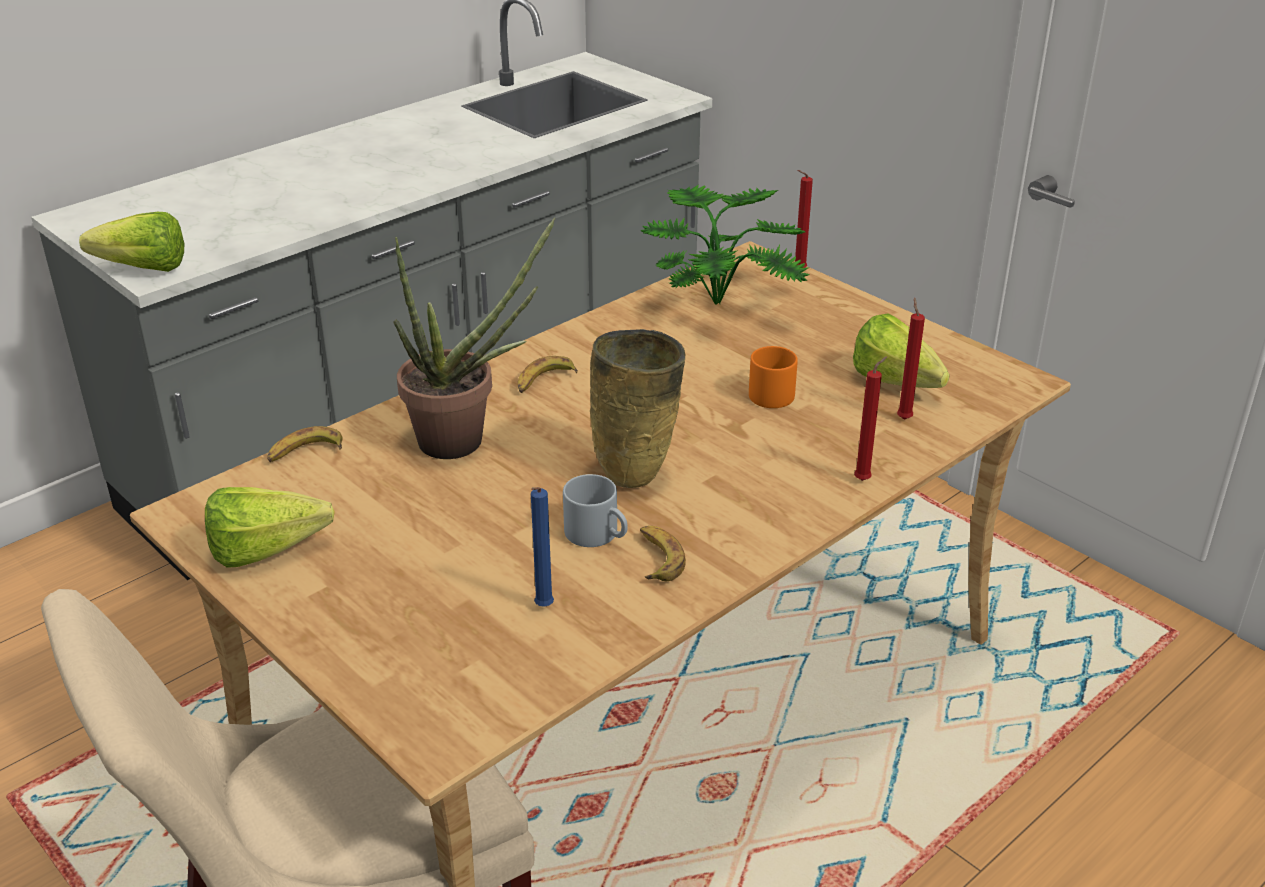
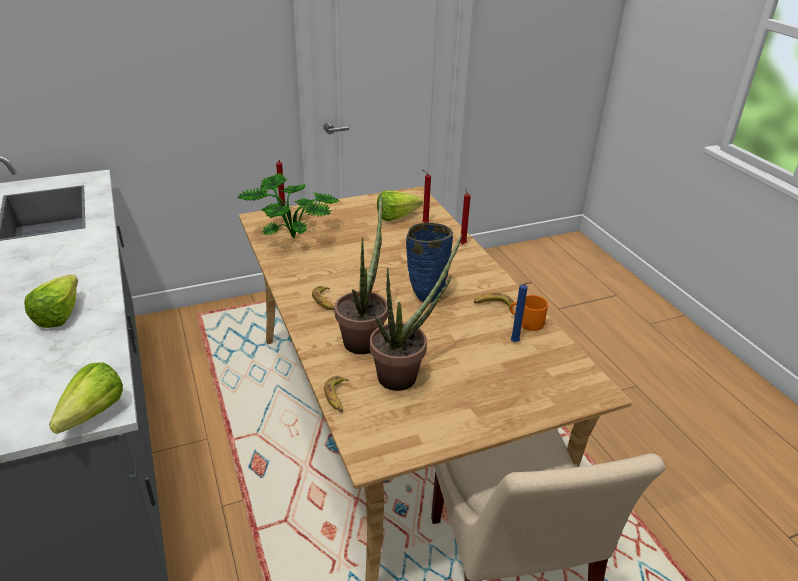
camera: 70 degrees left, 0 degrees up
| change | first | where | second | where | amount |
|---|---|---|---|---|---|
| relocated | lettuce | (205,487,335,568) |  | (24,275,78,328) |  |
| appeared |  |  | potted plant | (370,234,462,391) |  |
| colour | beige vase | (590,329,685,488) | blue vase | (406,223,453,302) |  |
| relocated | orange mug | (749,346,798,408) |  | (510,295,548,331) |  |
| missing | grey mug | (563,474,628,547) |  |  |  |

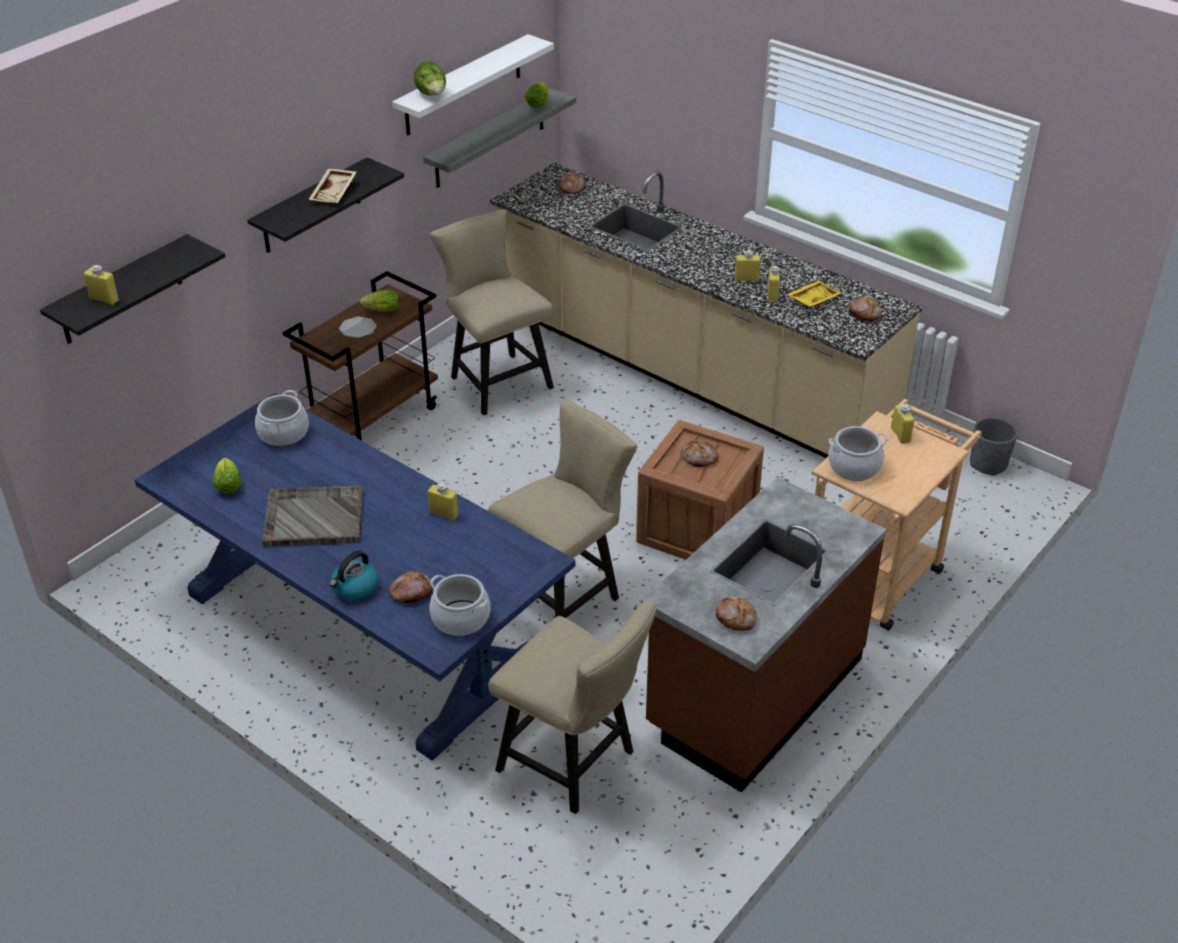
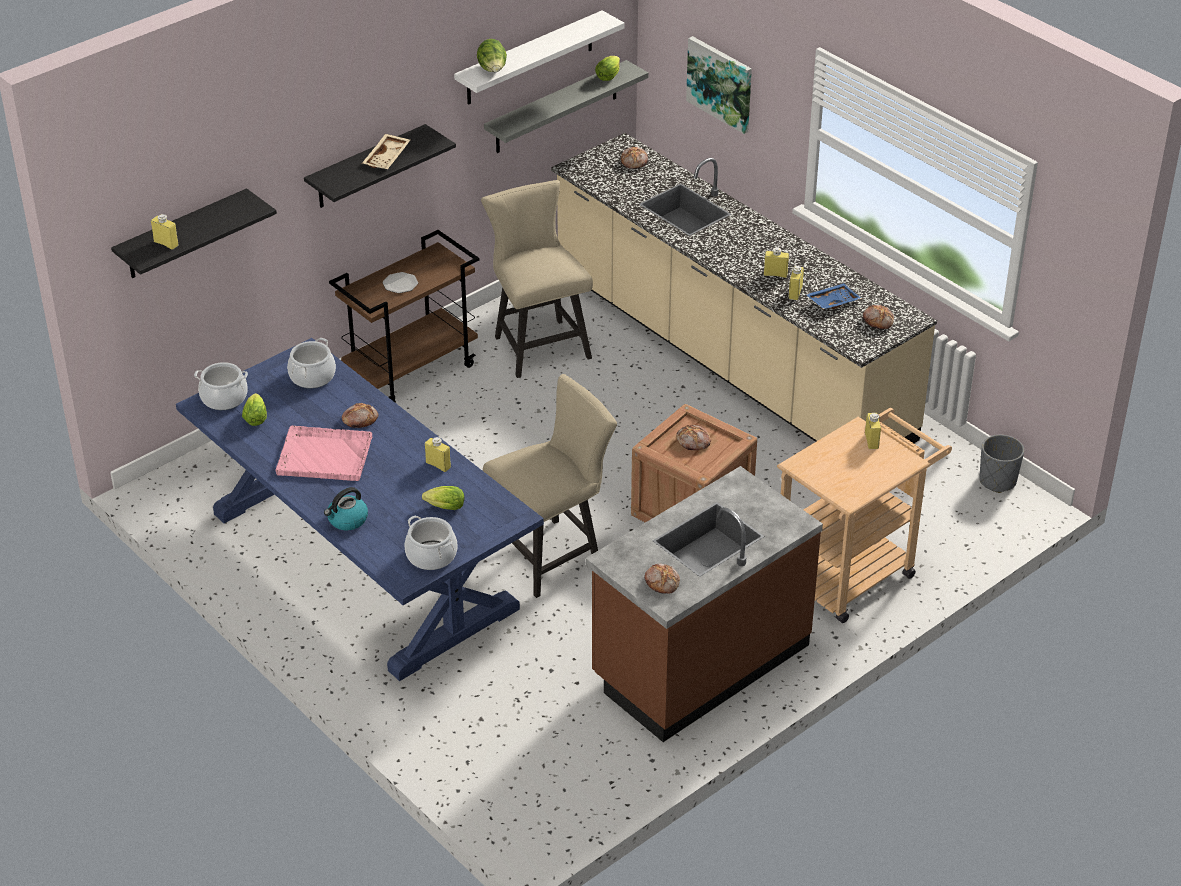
camera: 10 degrees right, 0 degrees up
| change | first | where | second | where | amount |
|---|---|---|---|---|---|
| relocated | cooking pot | (828,426,889,481) |  | (194,362,248,410) |  |
| colour | grey tray | (262,486,364,547) | pink tray | (275,426,372,481) |  |
| relocated | bread | (389,571,432,603) |  | (342,403,378,428) |  |
| relocated | lettuce | (360,290,399,312) |  | (422,486,464,510) |  |
| appeared |  |  | picture | (686,36,752,134) |  |
| colour | yellow tray | (787,281,841,307) | blue tray | (806,283,862,309) |  |
| missing | beige chair | (488,601,657,814) |  |  |  |

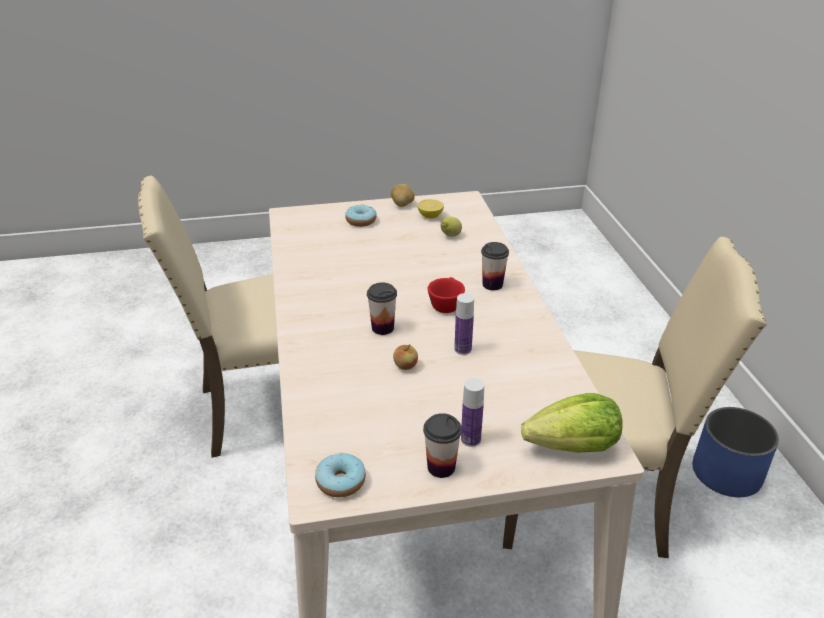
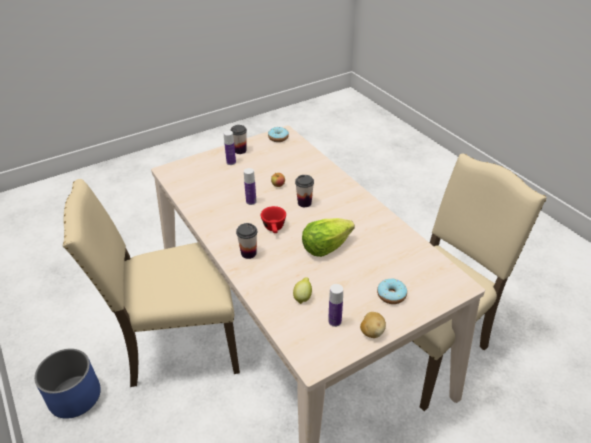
camera: 160 degrees right, 5 degrees up
| change | first | where | second | where | amount |
|---|---|---|---|---|---|
| relocated | lettuce | (521,393,623,453) |  | (302,218,355,257) |  |
| exchanged | lemon | (417,199,444,219) | bottle | (328,284,343,327) |  |

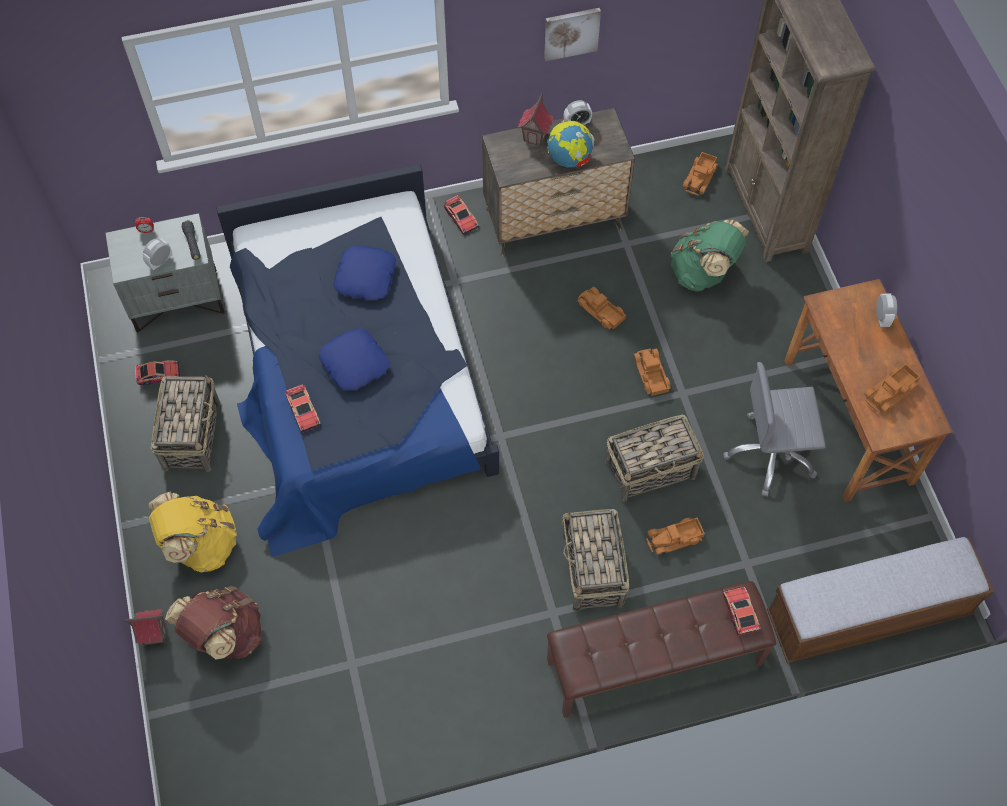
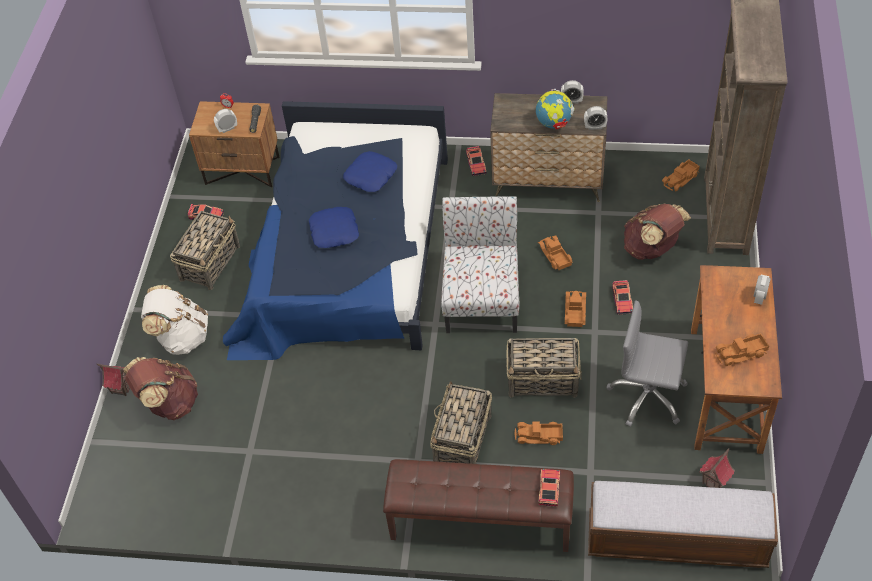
camera: 25 degrees right, 10 degrees down
| change | first | where | second | where | amount |
|---|---|---|---|---|---|
| colour | yellow backpack | (149,491,237,573) | white backpack | (141,285,208,355) |  |
| colour | grey nightstand | (105,213,225,333) | brown nightstand | (189,101,280,187) |  |
| appeared |  |  | chair | (441,196,519,333) |  |
| appeared |  |  | alarm clock | (584,106,608,130) |  |
| relocated | toy car | (285,384,321,433) |  | (612,280,633,315) |  |
| colour | green backpack | (670,220,749,292) | brown backpack | (624,204,691,260) |  |
| relocated | toy house | (518,93,553,146) |  | (699,448,735,488) |  |
| missing | picture | (544,8,601,61) |  |  |  |

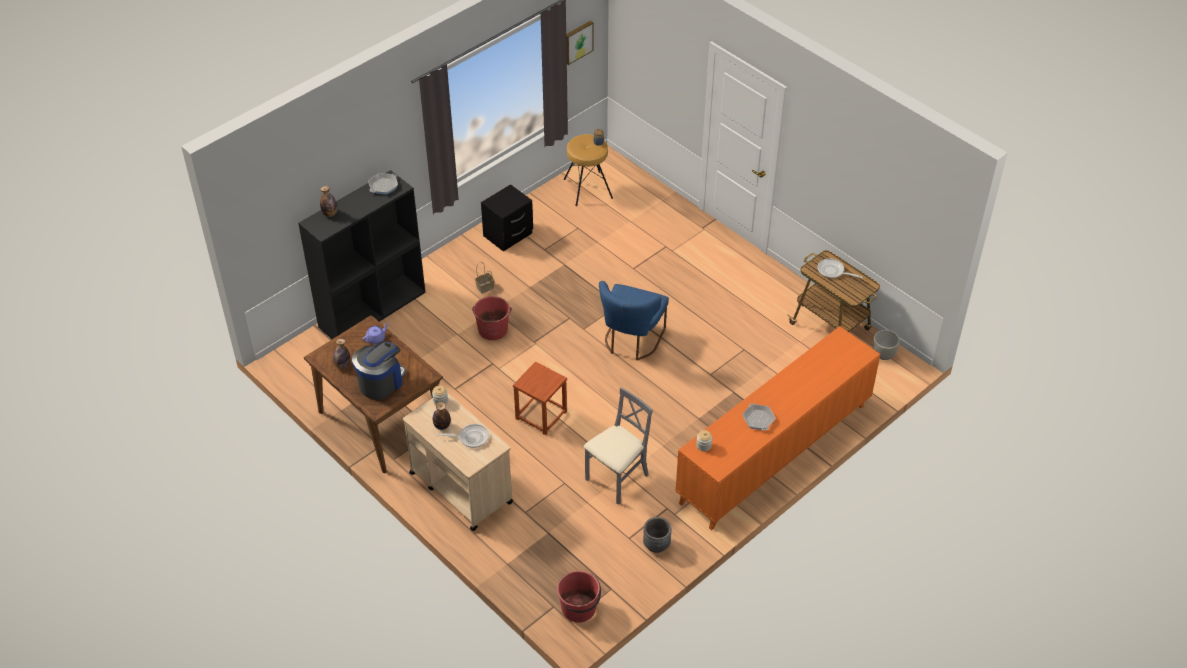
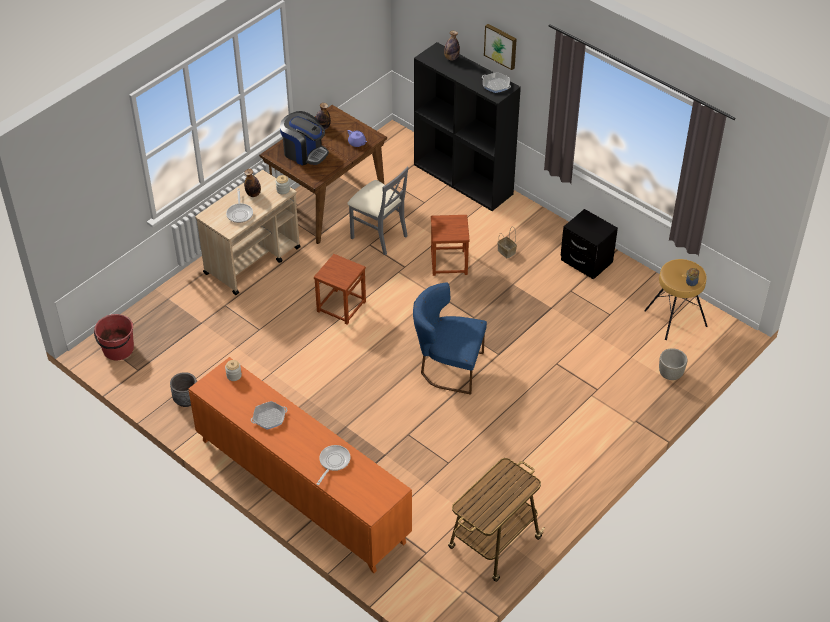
camera: 85 degrees right, 0 degrees up
| change | first | where | second | where | amount |
|---|---|---|---|---|---|
| relocated | frying pan | (818,259,862,278) |  | (317,445,350,485) |  |
| relocated | grey chair | (583,387,653,505) |  | (347,167,409,255) |  |
| exchanged | red bucket | (472,296,512,340) | brown stool | (431,215,470,276) |  |
| relocated | picture | (566,21,594,65) |  | (484,24,517,70) |  |
| relocated | grey planter | (873,330,900,360) |  | (659,348,687,380) |  |

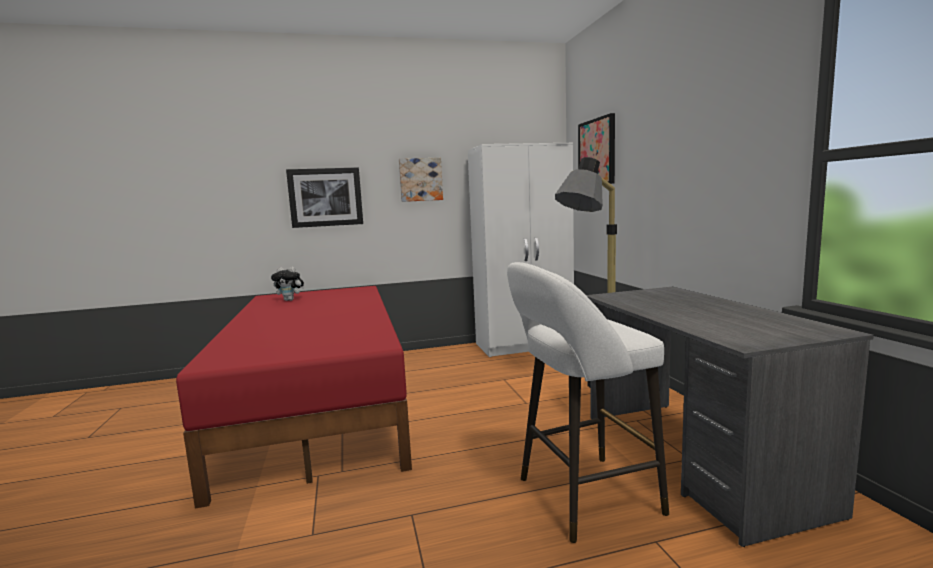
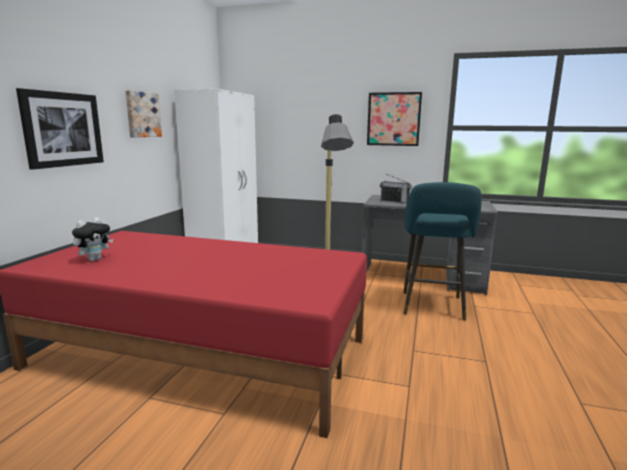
camera: 60 degrees left, 5 degrees up
| change | first | where | second | where | amount |
|---|---|---|---|---|---|
| relocated | picture | (578,113,615,184) |  | (367,92,422,146) |  |
| appeared |  |  | radio | (380,174,412,203) |  |
| colour | white stool | (507,262,669,543) | turquoise stool | (403,182,482,320) |  |

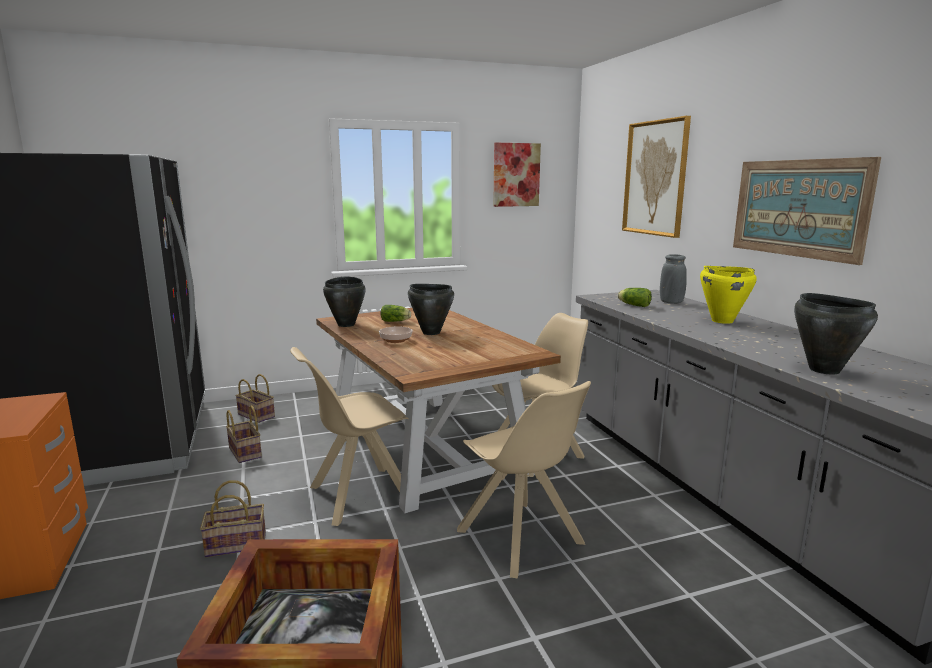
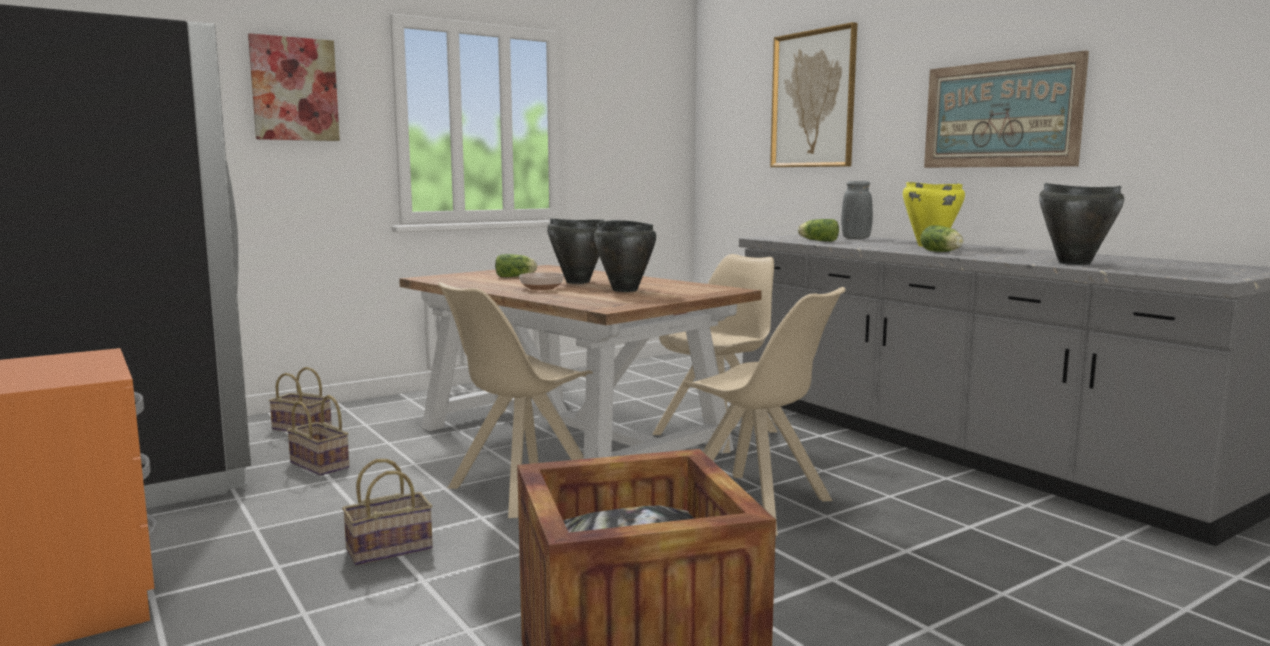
camera: 15 degrees left, 5 degrees down
| change | first | where | second | where | amount |
|---|---|---|---|---|---|
| relocated | picture | (493,143,541,207) |  | (248,33,340,141) |  |
| relocated | black cooking pot | (323,277,366,327) |  | (594,220,656,292) |  |
| appeared |  |  | lettuce | (920,225,964,252) |  |

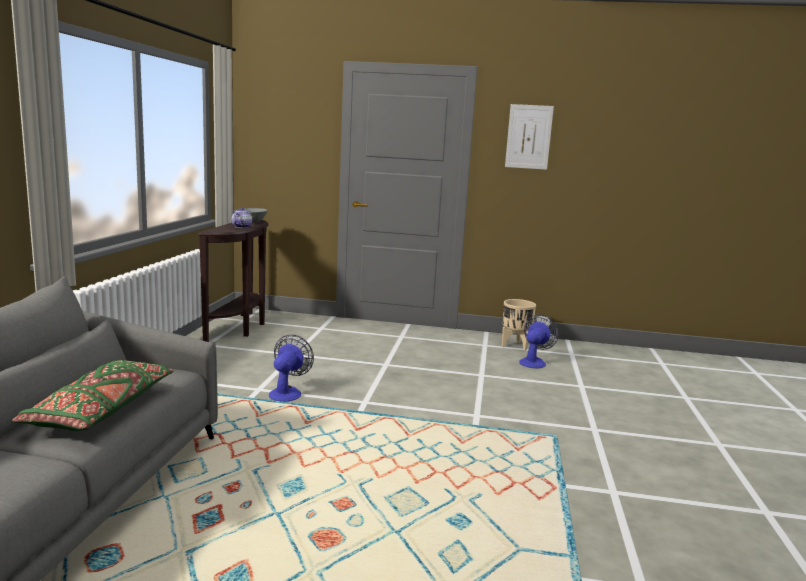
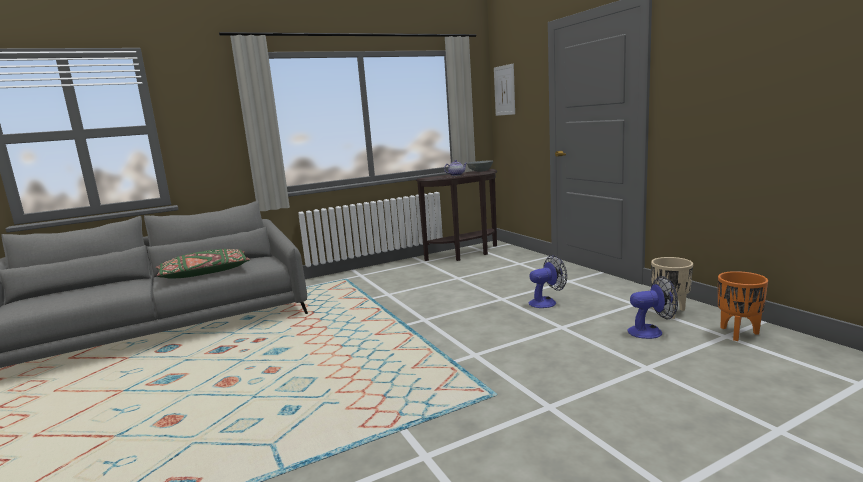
camera: 55 degrees right, 0 degrees up
| change | first | where | second | where | amount |
|---|---|---|---|---|---|
| relocated | picture | (505,104,554,170) |  | (494,64,515,116) |  |
| relocated | fan | (269,335,314,402) |  | (529,255,567,308) |  |
| appeared |  |  | orange planter | (718,271,768,341) |  |

